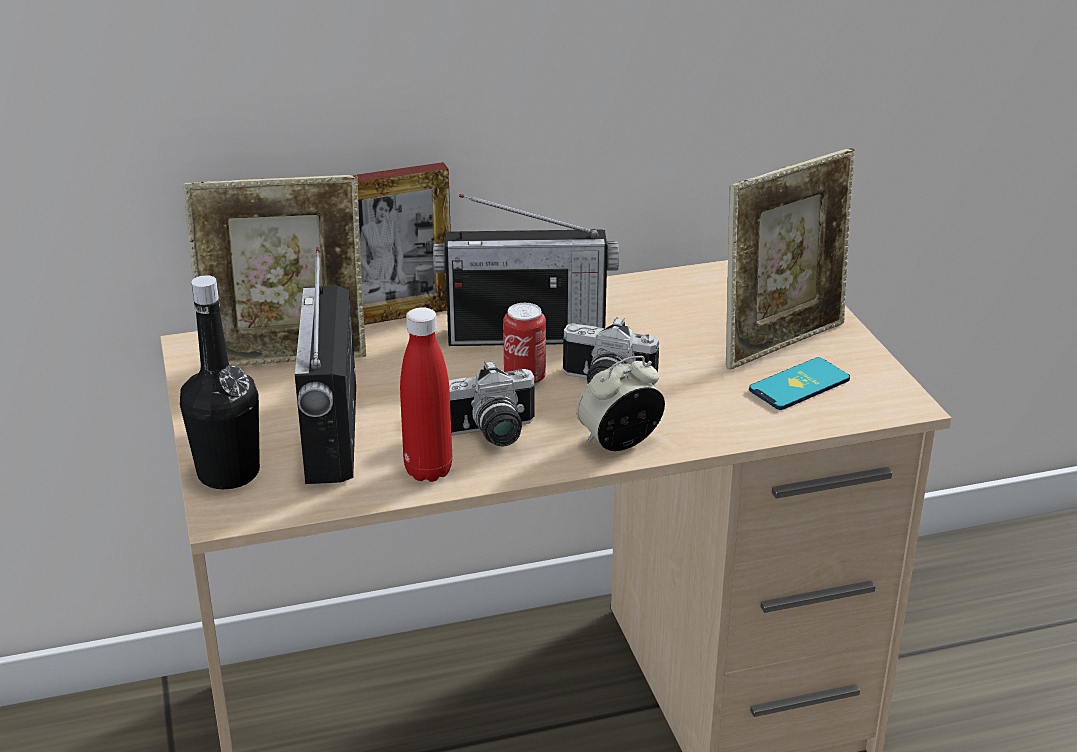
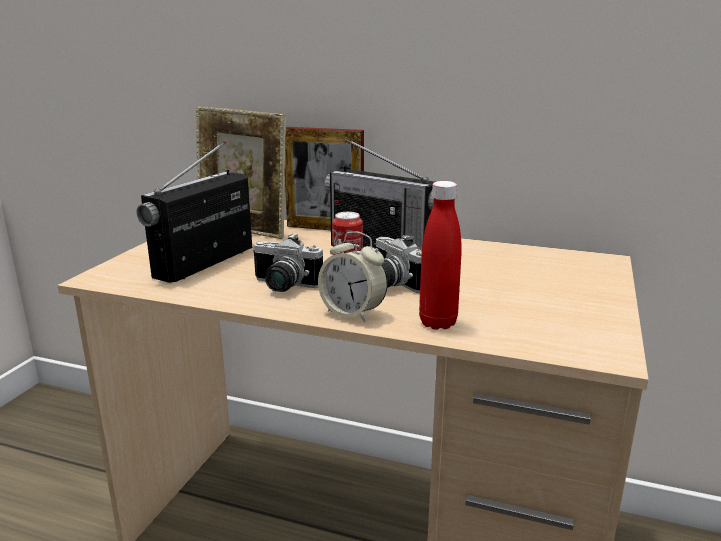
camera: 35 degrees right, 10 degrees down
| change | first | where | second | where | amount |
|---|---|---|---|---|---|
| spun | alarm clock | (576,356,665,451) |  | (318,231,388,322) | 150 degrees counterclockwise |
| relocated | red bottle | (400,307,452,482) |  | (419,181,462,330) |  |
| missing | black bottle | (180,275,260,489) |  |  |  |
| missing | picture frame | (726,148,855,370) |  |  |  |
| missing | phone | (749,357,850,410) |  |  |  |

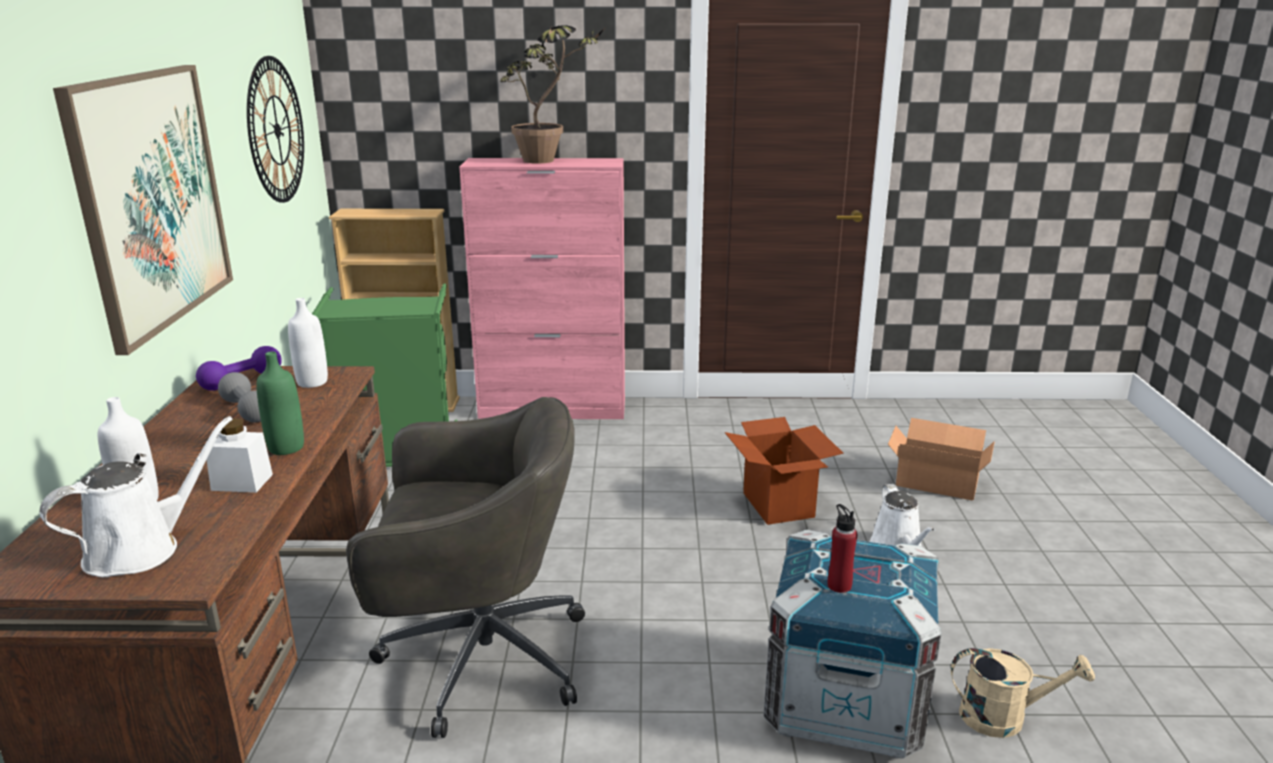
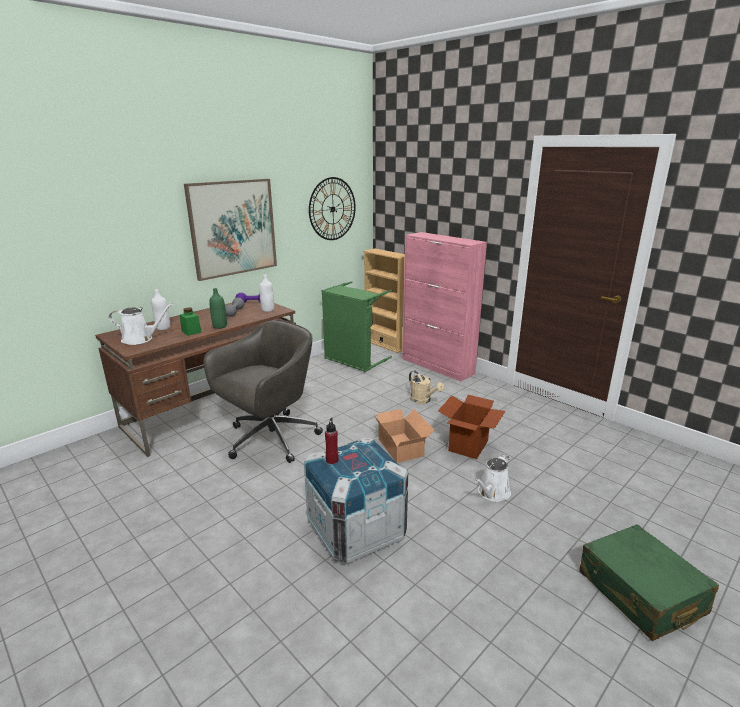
camera: 45 degrees right, 0 degrees up
| change | first | where | second | where | amount |
|---|---|---|---|---|---|
| colour | white jar | (207,418,273,493) | green jar | (180,307,202,336) |  |
| spun | grey office chair | (346,397,585,738) |  | (203,321,323,463) | 90 degrees counterclockwise |
| relocated | cardboard box | (888,418,995,501) |  | (374,409,434,463) |  |
| relocated | beige watering can | (951,648,1095,738) |  | (409,370,444,404) |  |
| appeared |  |  | green suitcase | (579,524,719,641) |  |
| missing | potted plant | (500,25,606,164) |  |  |  |

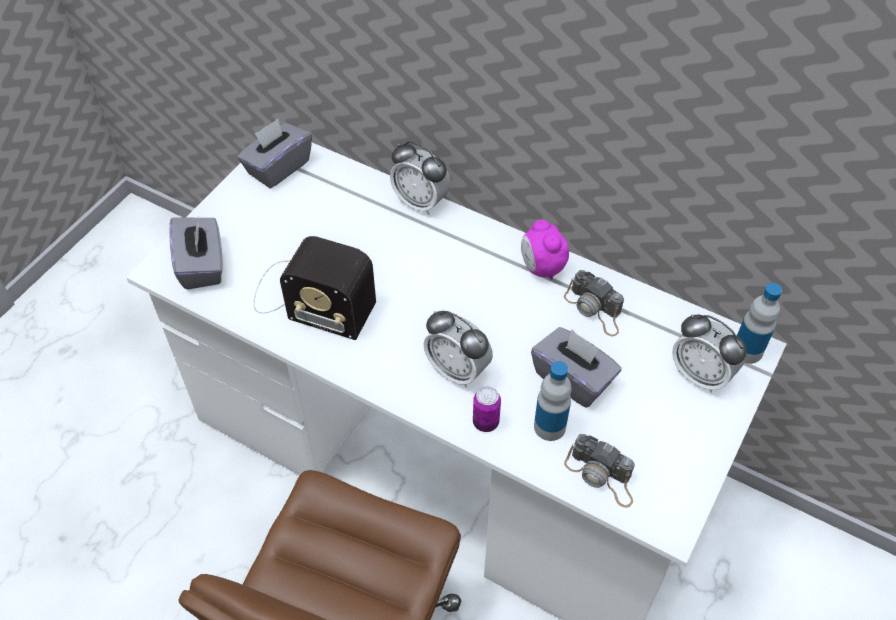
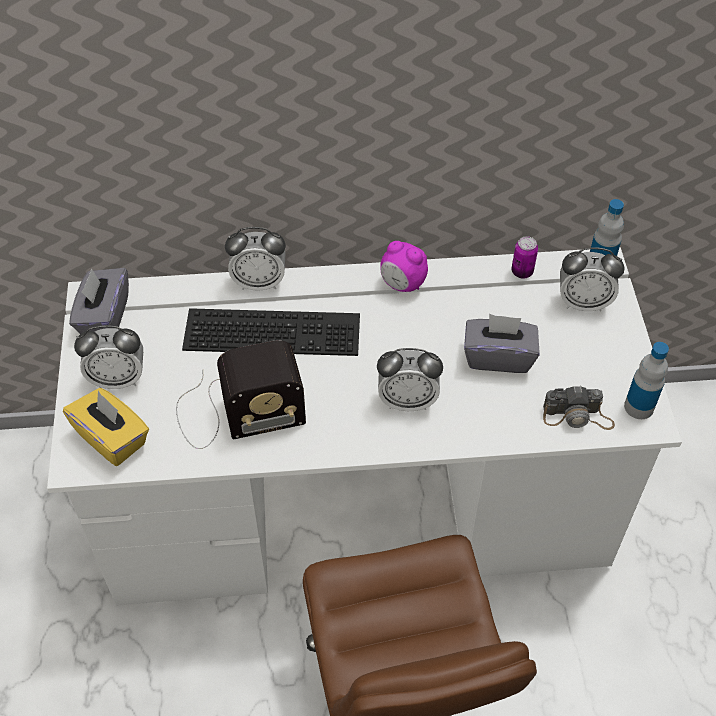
camera: 35 degrees left, 0 degrees up
| change | first | where | second | where | amount |
|---|---|---|---|---|---|
| colour | grey tissue box | (169,217,223,290) | yellow tissue box | (63,388,149,466) |  |
| appeared |  |  | alarm clock | (74,325,143,389) |  |
| appeared |  |  | keyboard | (182,308,360,356) |  |
| relocated | can | (473,386,501,432) |  | (511,236,538,278) |  |
| relocated | bottle | (534,361,572,441) |  | (624,342,669,419) |  |
| missing | photo camera | (564,270,624,336) |  |  |  |

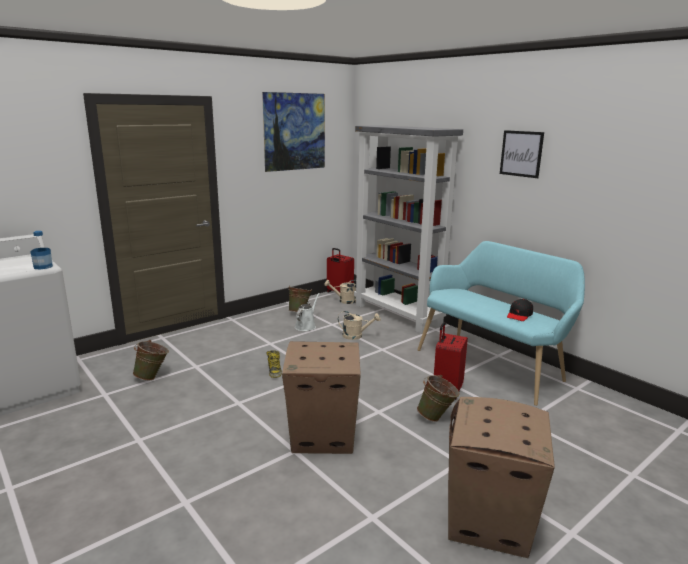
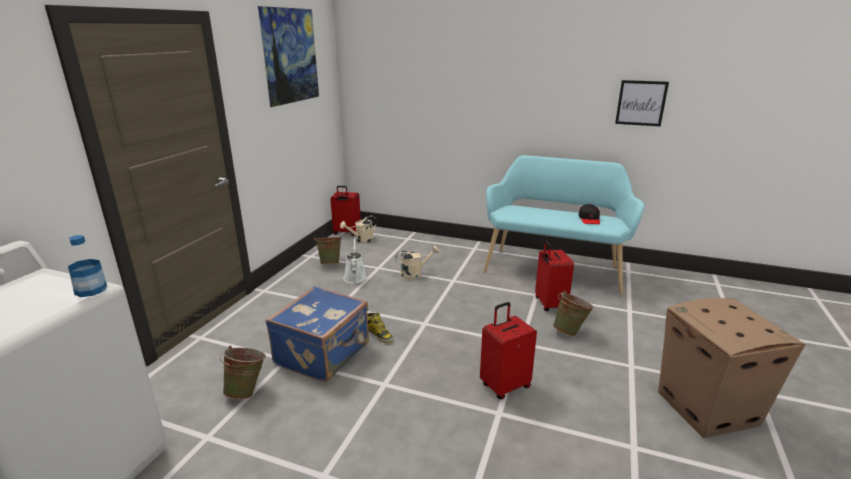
camera: 30 degrees left, 5 degrees up
| change | first | where | second | where | amount |
|---|---|---|---|---|---|
| appeared |  |  | blue suitcase | (265,286,369,382) |  |
| exchanged | cardboard box | (282,341,361,454) | red suitcase | (480,302,537,399) |  |
| relocated | picture | (500,130,544,178) |  | (615,80,669,127) |  |
| missing | grey bookcase | (354,125,463,334) |  |  |  |

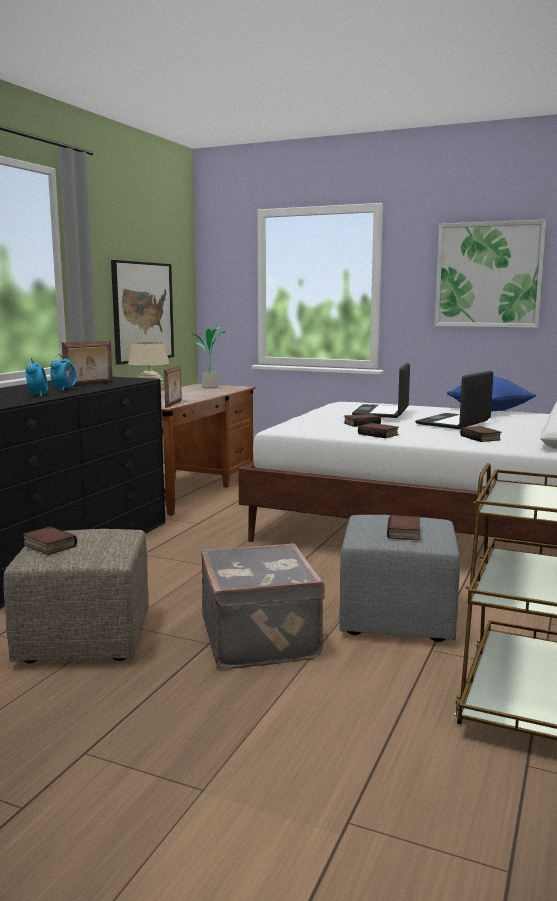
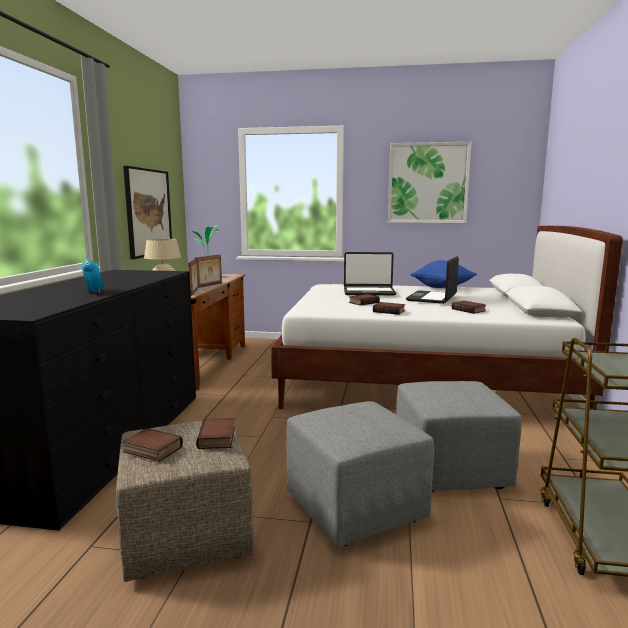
camera: 15 degrees left, 0 degrees up
| change | first | where | second | where | amount |
|---|---|---|---|---|---|
| relocated | picture frame | (62,340,113,386) |  | (194,254,222,288) |  |
| relocated | book | (387,515,420,540) |  | (196,418,235,449) |  |
| exchanged | grey suitcase | (201,543,325,669) | grey ottoman | (286,401,434,548) |  |
| spun | laptop | (352,363,410,418) |  | (344,252,397,296) | 90 degrees counterclockwise |
| missing | alarm clock | (50,354,76,391) |  |  |  |

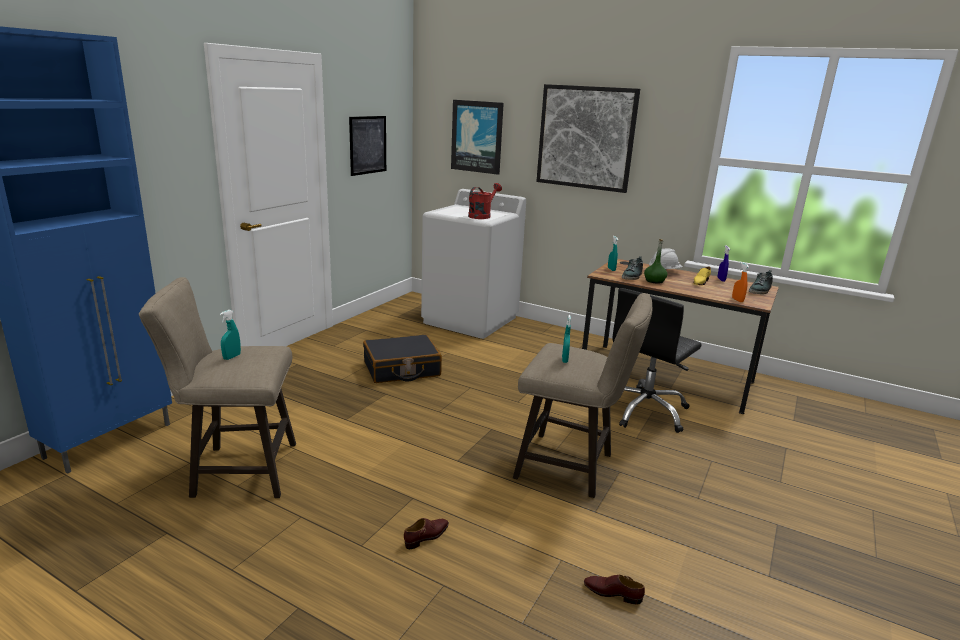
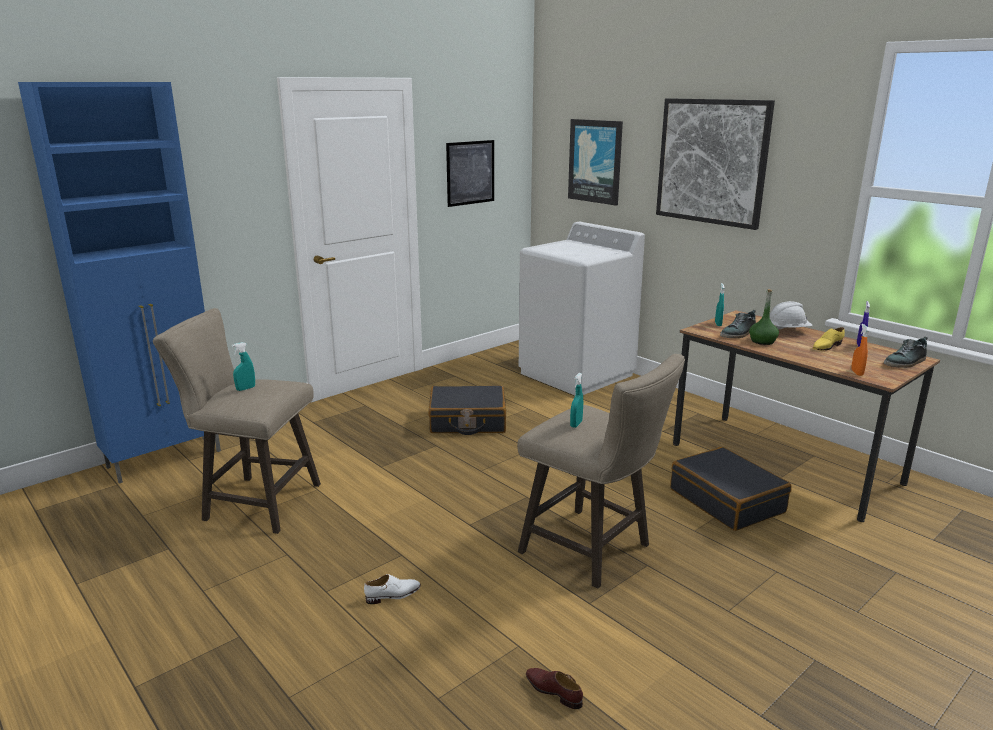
camera: 20 degrees right, 0 degrees up
| change | first | where | second | where | amount |
|---|---|---|---|---|---|
| colour | brown shoe | (404,518,449,549) | white shoe | (364,574,421,604) |  |
| exchanged | black office chair | (612,288,702,433) | black suitcase | (670,447,792,531) |  |
| missing | red watering can | (468,183,502,219) |  |  |  |

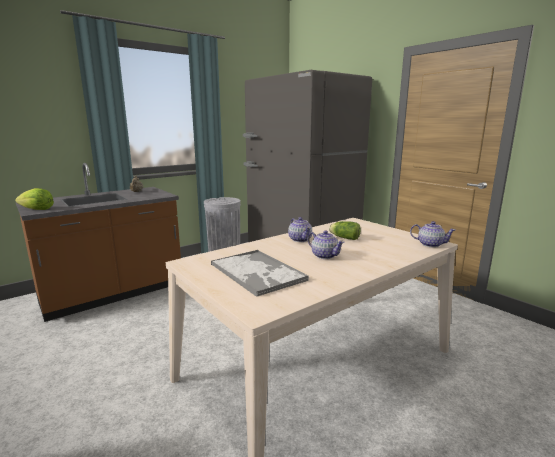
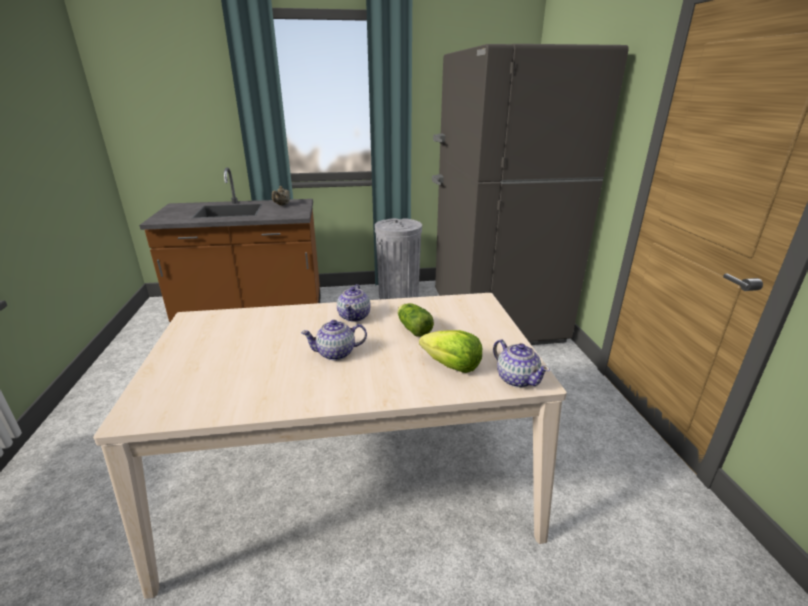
camera: 30 degrees right, 10 degrees up
| change | first | where | second | where | amount |
|---|---|---|---|---|---|
| spun | teapot | (308,230,345,259) |  | (301,320,367,360) | 90 degrees clockwise |
| relocated | lettuce | (15,188,54,210) |  | (419,330,482,373) |  |
| missing | tray | (211,250,309,297) |  |  |  |

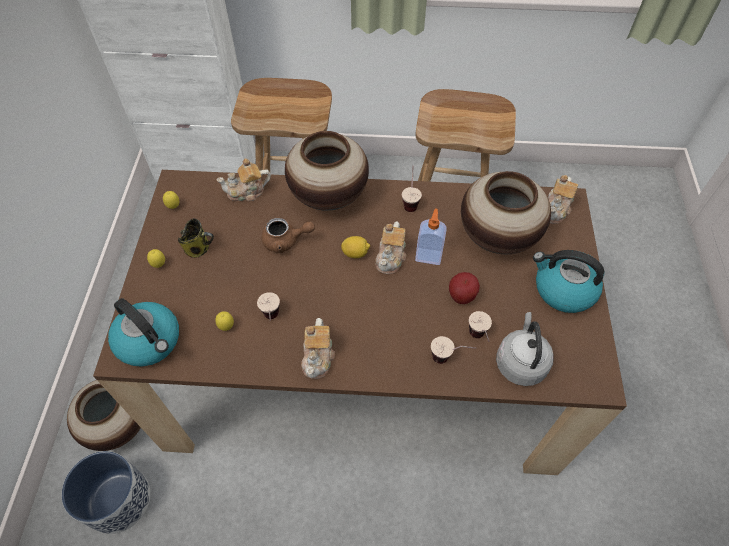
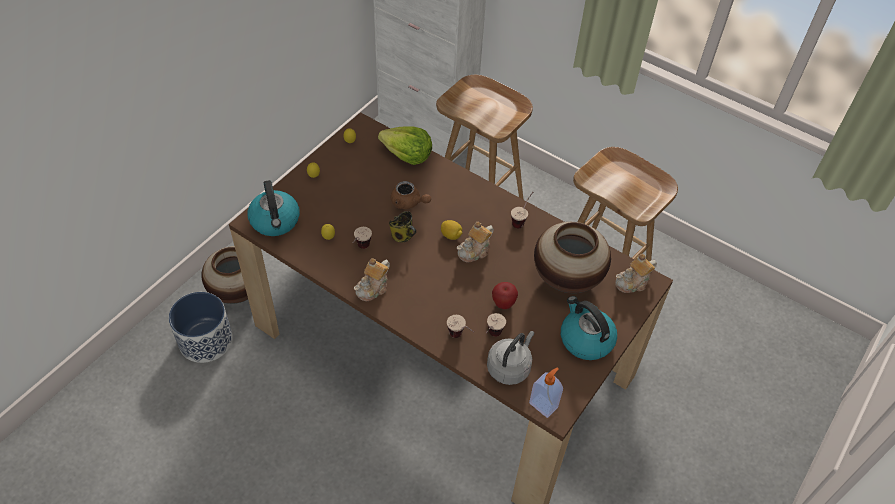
camera: 30 degrees right, 5 degrees down
| change | first | where | second | where | amount |
|---|---|---|---|---|---|
| exchanged | teapot | (216,158,271,201) | lettuce | (378,126,432,165) |  |
| relocated | mug | (178,218,214,258) |  | (389,211,417,242) |  |
| relocated | soap dispenser | (415,209,447,265) |  | (529,368,563,418) |  |
| missing | vase | (285,131,369,211) |  |  |  |

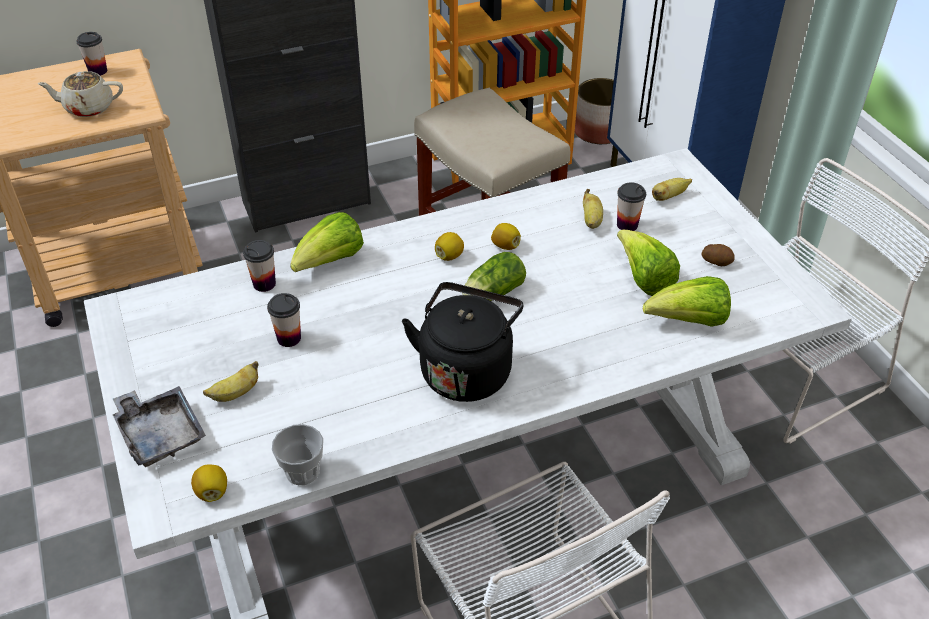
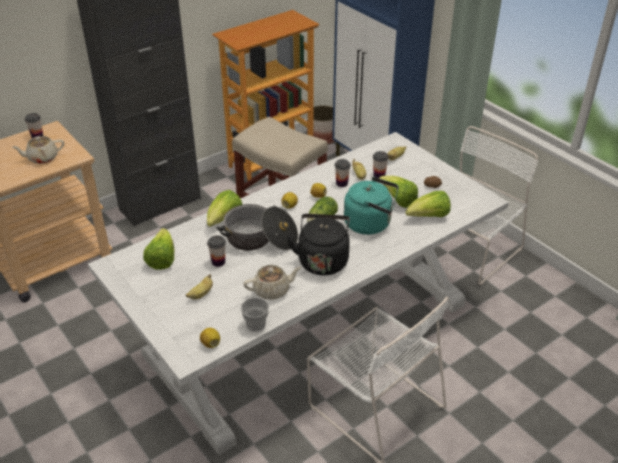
camera: 15 degrees left, 5 degrees down
| change | first | where | second | where | amount |
|---|---|---|---|---|---|
| appeared |  |  | lettuce | (143,228,174,270) |  |
| appeared |  |  | cooking pot | (217,204,298,251) |  |
| appeared |  |  | beige teapot | (243,265,301,300) |  |
| relocated | cup | (243,240,276,292) |  | (335,159,351,187) |  |
| appeared |  |  | turquoise kettle | (344,177,399,235) |  |
| missing | grey tray | (113,386,206,467) |  |  |  |

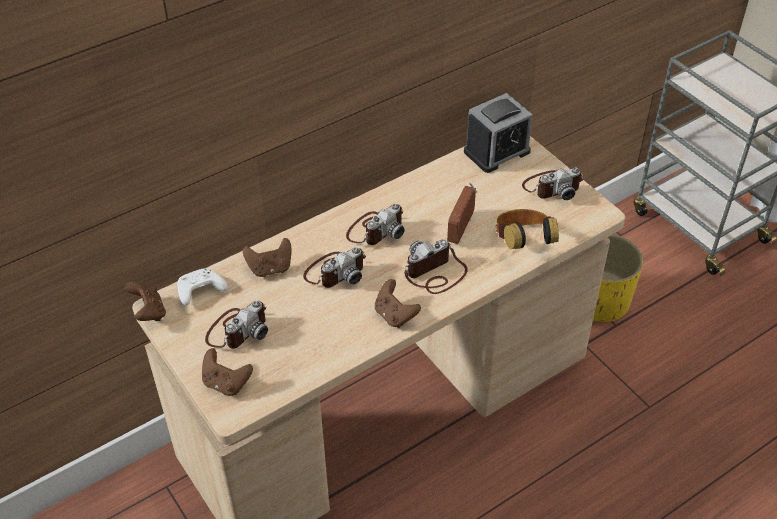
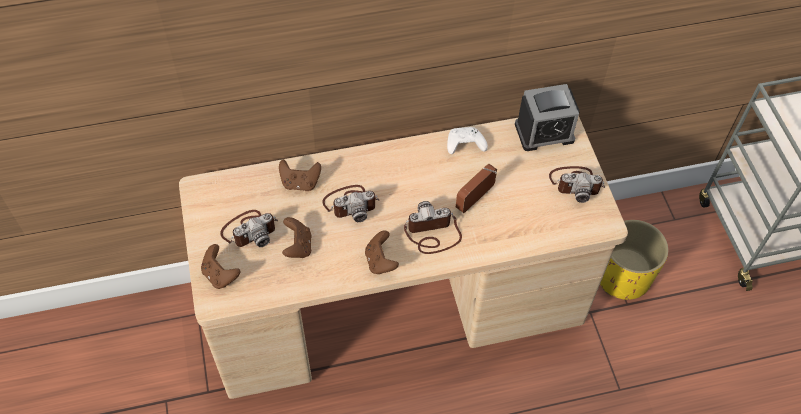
camera: 20 degrees right, 10 degrees up
| change | first | where | second | where | amount |
|---|---|---|---|---|---|
| relocated | brown game controller | (125,282,166,321) |  | (282,217,312,258) |  |
| relocated | white game controller | (177,268,228,305) |  | (447,127,488,154) |  |
| missing | photo camera | (346,203,405,245) |  |  |  |
| missing | headphones | (496,209,559,249) |  |  |  |

